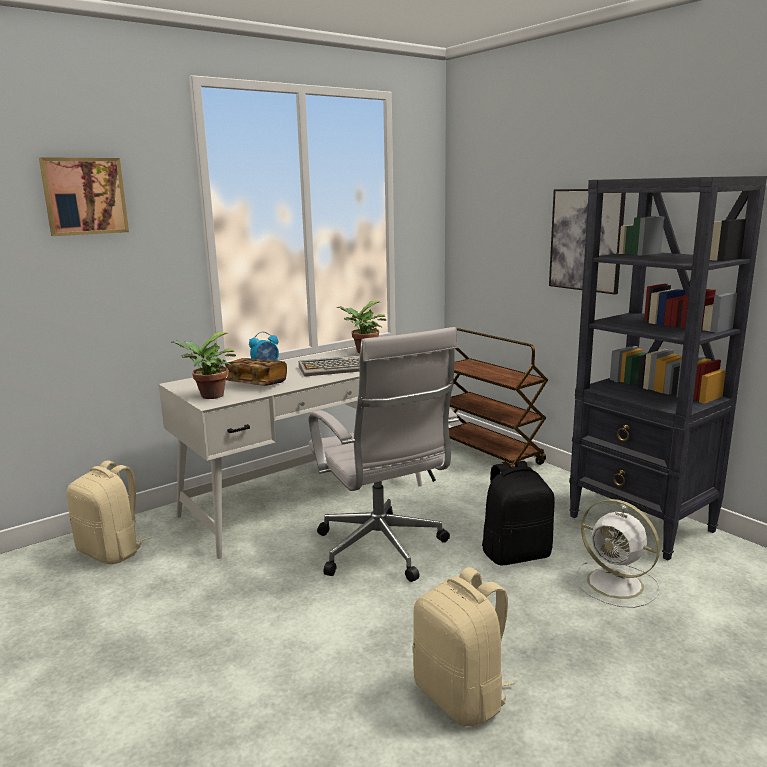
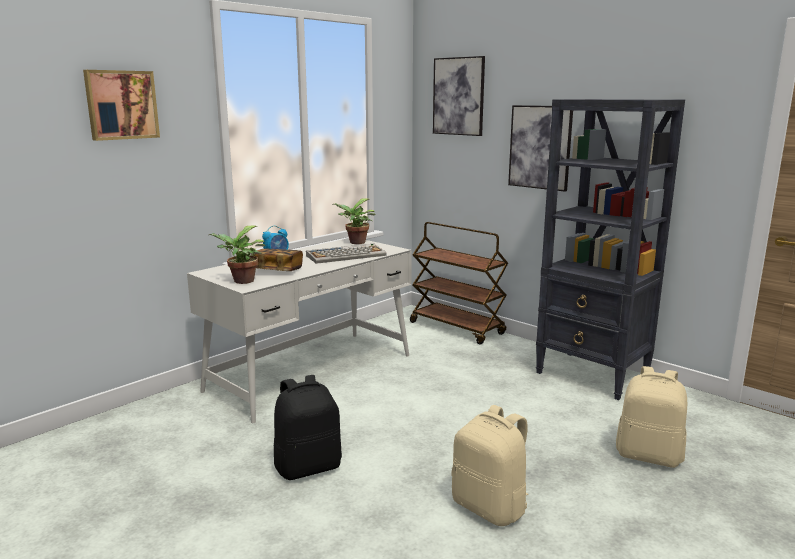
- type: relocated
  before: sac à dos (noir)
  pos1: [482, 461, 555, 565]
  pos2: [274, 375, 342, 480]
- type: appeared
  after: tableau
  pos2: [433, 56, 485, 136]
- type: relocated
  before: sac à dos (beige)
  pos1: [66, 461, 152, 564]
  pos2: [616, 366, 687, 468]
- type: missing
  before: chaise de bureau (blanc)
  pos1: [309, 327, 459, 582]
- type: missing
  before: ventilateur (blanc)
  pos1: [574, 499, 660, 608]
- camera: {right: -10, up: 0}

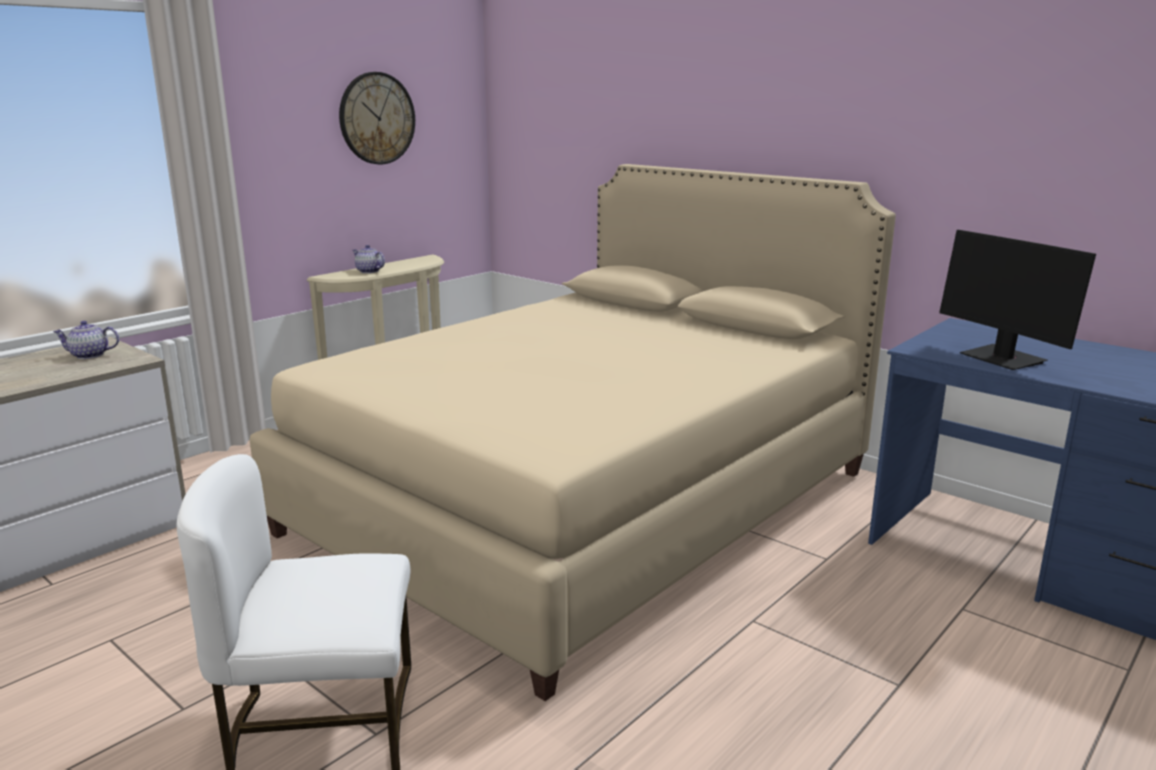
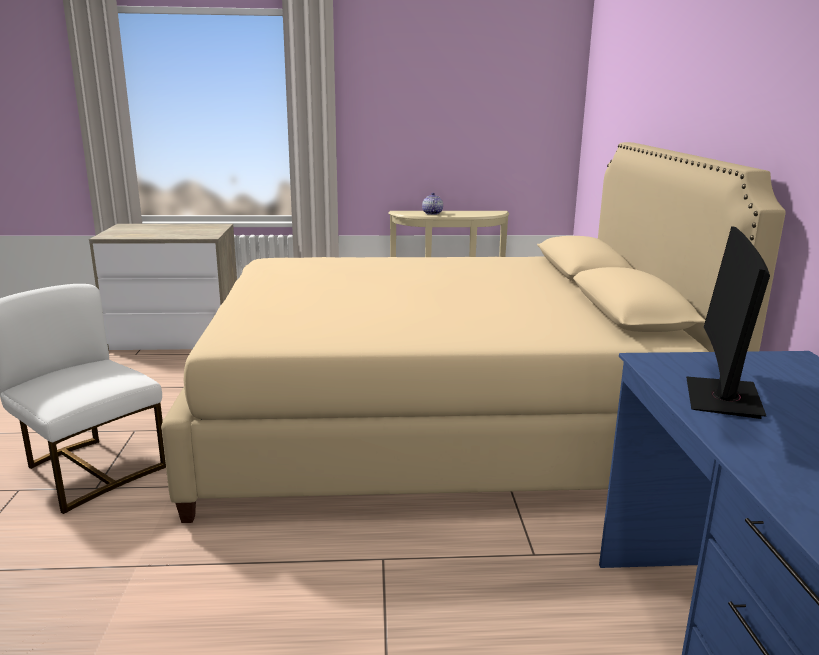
- type: missing
  before: théière
  pos1: [53, 321, 119, 359]
- type: missing
  before: horloge murale
  pos1: [339, 72, 415, 164]
- camera: {right: 45, up: 0}

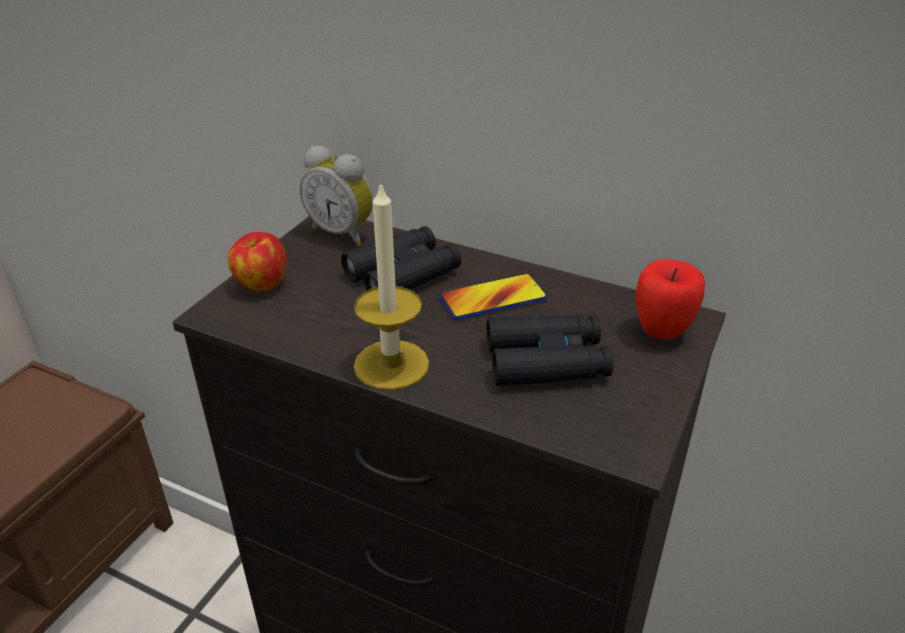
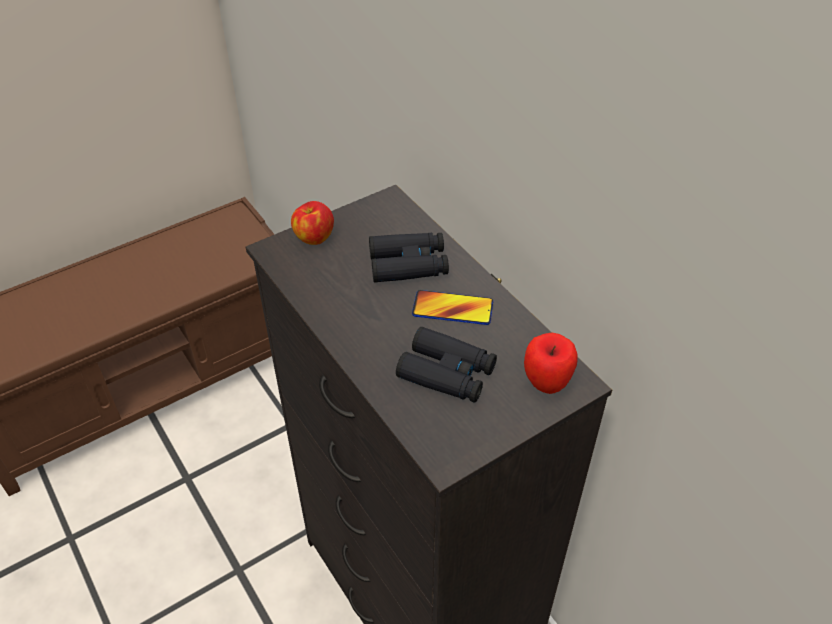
- type: missing
  before: réveil
  pos1: [300, 145, 373, 246]
- type: missing
  before: bougie
  pos1: [353, 181, 429, 390]
- camera: {right: 30, up: 10}

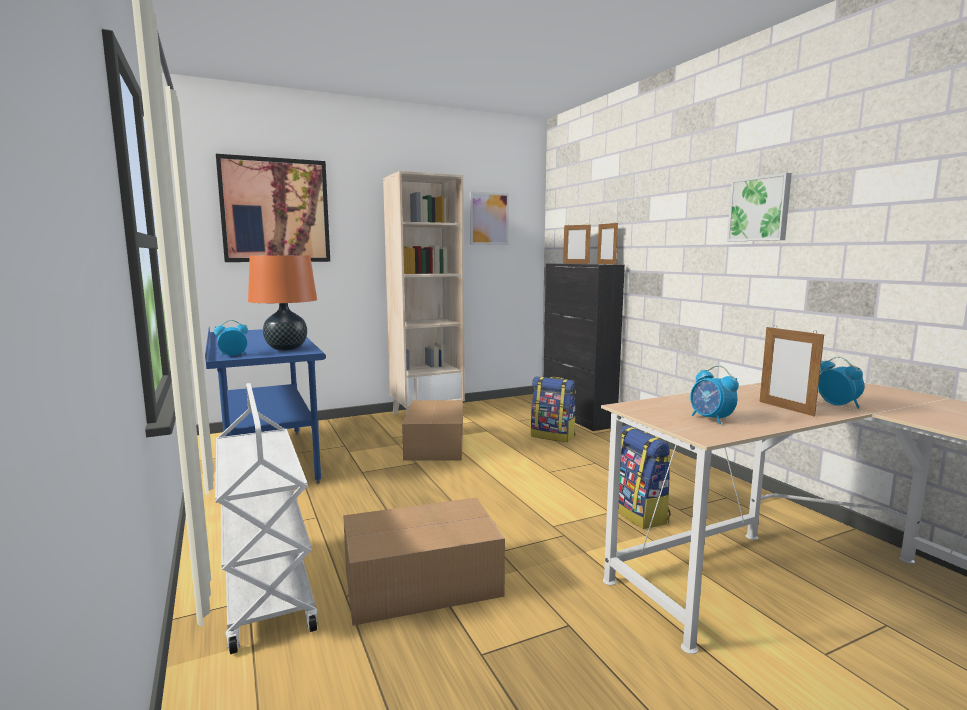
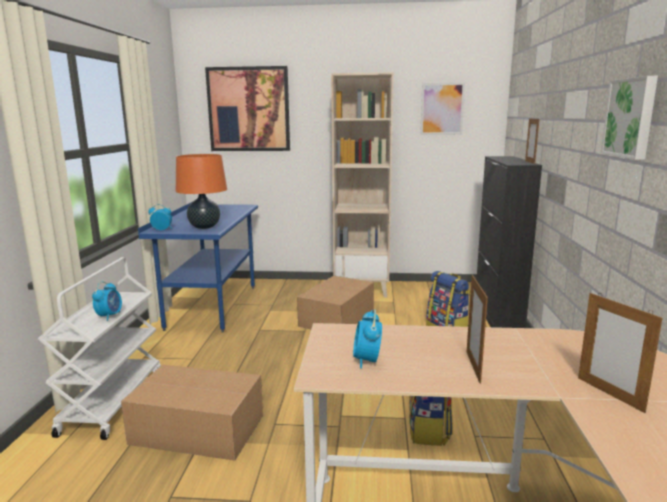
- type: relocated
  before: réveil
  pos1: [818, 357, 865, 408]
  pos2: [92, 281, 122, 321]
- type: relocated
  before: cadre photo
  pos1: [563, 223, 591, 264]
  pos2: [578, 293, 662, 413]
- camera: {right: 30, up: 5}

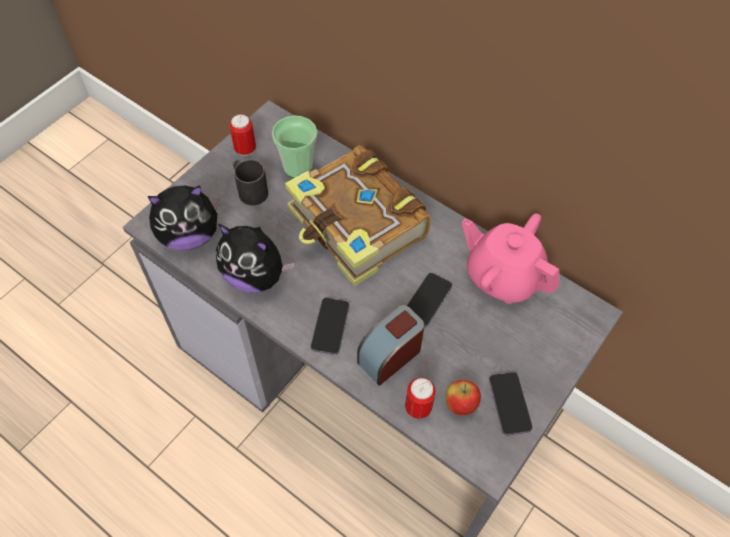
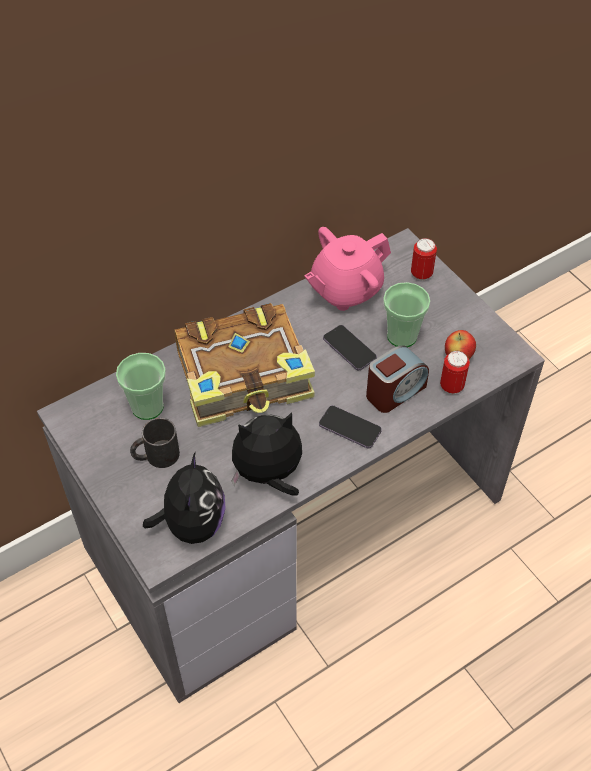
- type: spun
  before: peluche
  pos1: [216, 224, 295, 292]
  pos2: [231, 412, 302, 496]
  turn: -150
- type: spun
  before: réveil
  pos1: [357, 305, 425, 386]
  pos2: [366, 345, 429, 413]
  turn: -105
- type: appeared
  after: tasse
  pos2: [383, 282, 430, 347]
- type: relocated
  before: boîte métallique
  pos1: [229, 114, 256, 156]
  pos2: [411, 238, 437, 281]
- type: missing
  before: téléphone
  pos1: [489, 372, 533, 435]
- camera: {right: -70, up: -5}

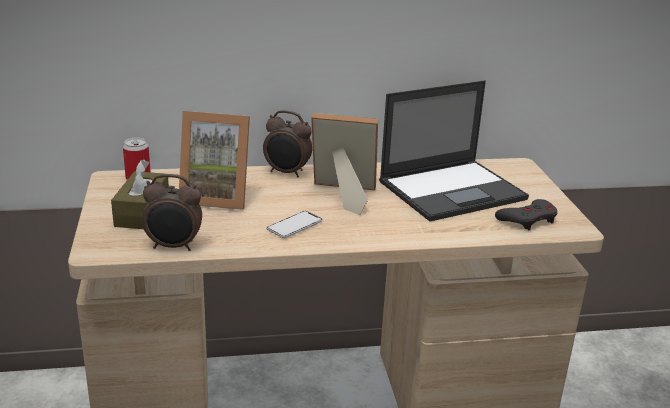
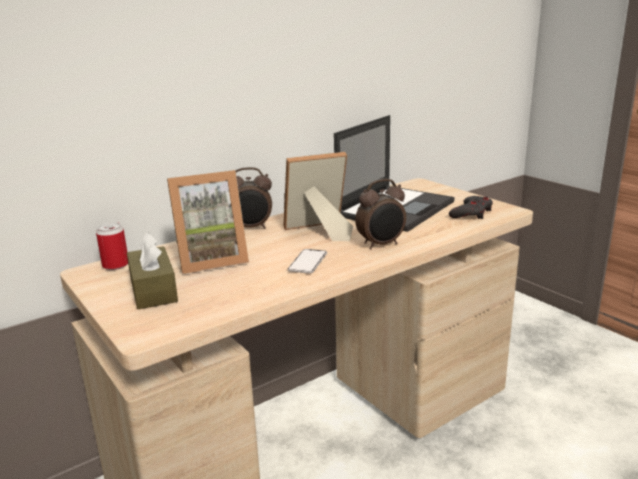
- type: relocated
  before: réveil
  pos1: [142, 174, 202, 251]
  pos2: [355, 179, 406, 249]
- camera: {right: -25, up: -5}

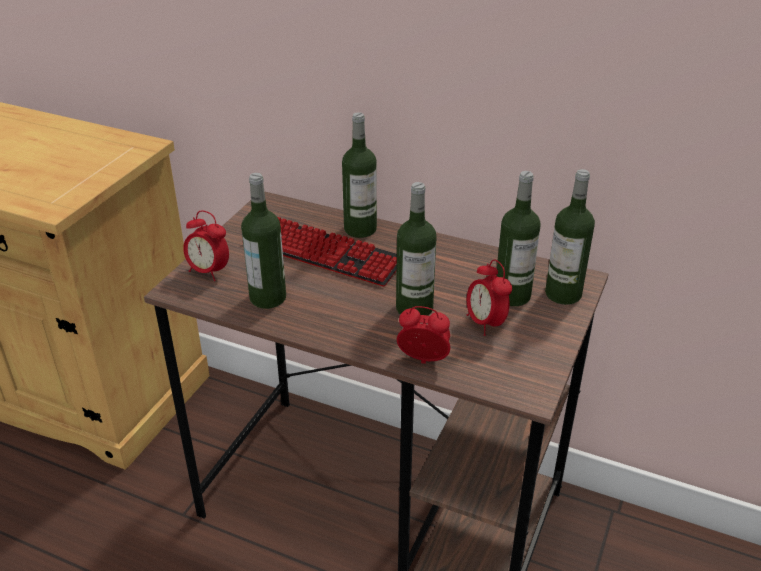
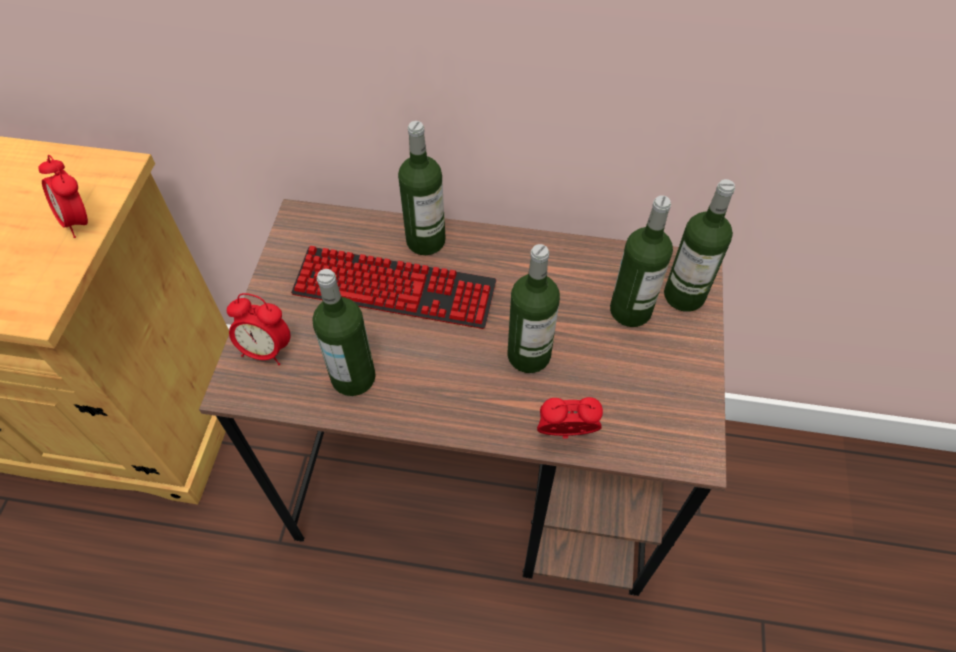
- type: relocated
  before: réveil
  pos1: [467, 259, 512, 336]
  pos2: [38, 155, 88, 238]
- camera: {right: -15, up: 20}

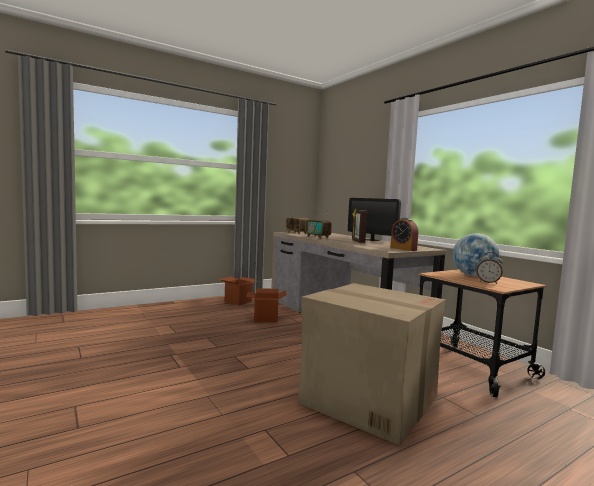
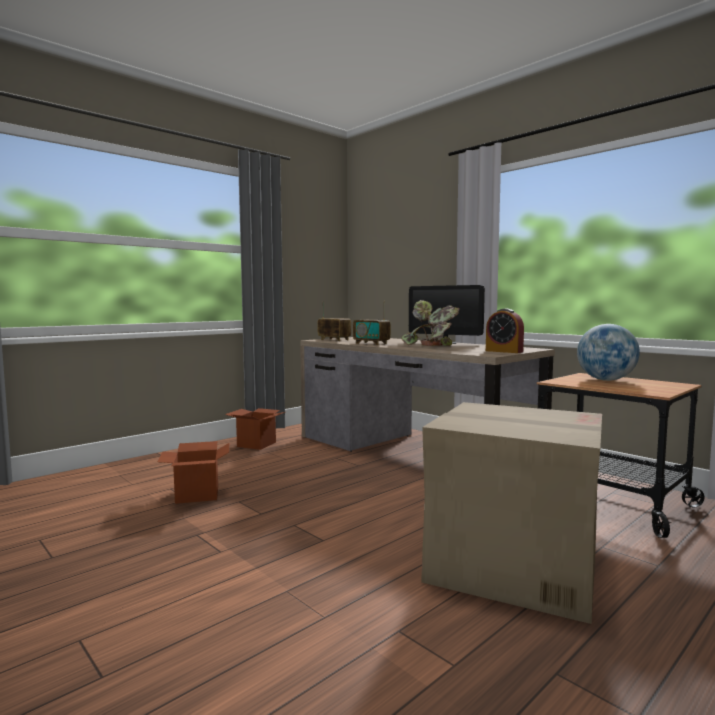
- type: relocated
  before: carton
  pos1: [246, 288, 286, 323]
  pos2: [158, 441, 230, 504]
- type: exchanged
  before: cadre photo
  after: plante en pot
  pos1: [352, 209, 367, 243]
  pos2: [401, 300, 459, 346]
- type: missing
  before: réveil
  pos1: [477, 252, 503, 284]
- camera: {right: -10, up: 0}

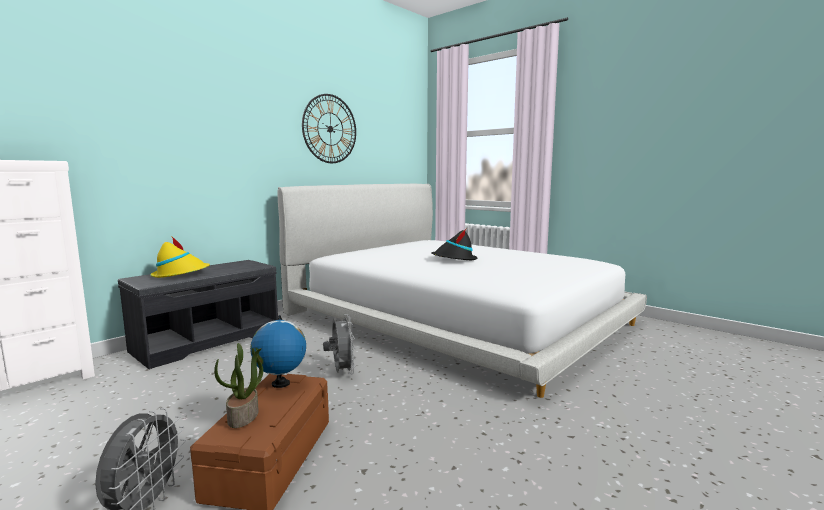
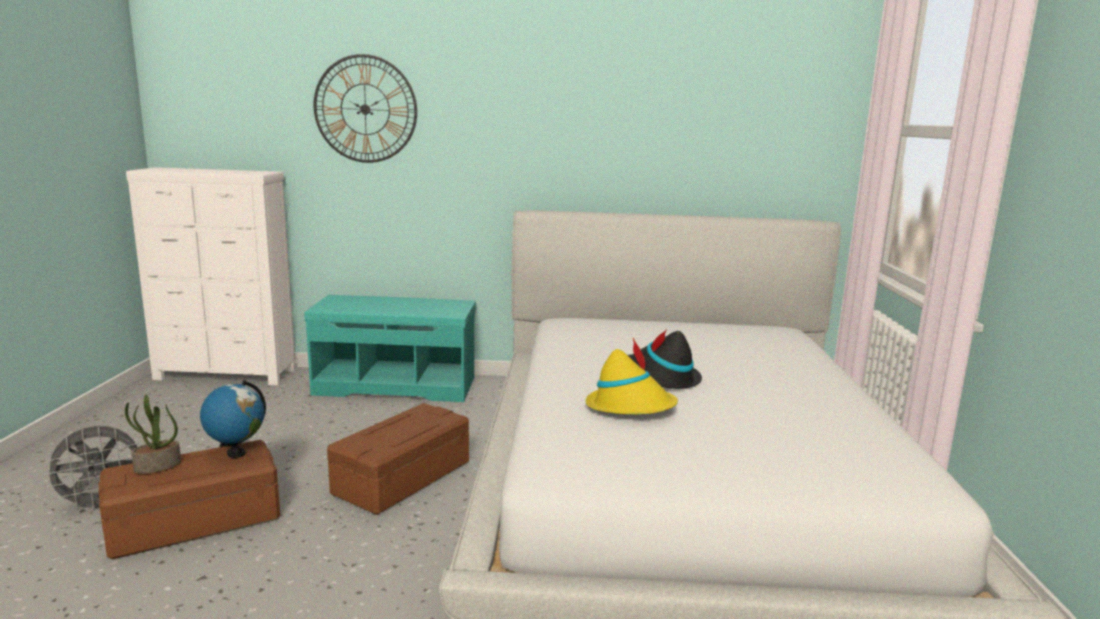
- type: colour
  before: banc (gris)
  after: banc (turquoise)
  pos1: [118, 260, 278, 369]
  pos2: [305, 295, 476, 402]
- type: relocated
  before: horloge murale
  pos1: [302, 94, 356, 163]
  pos2: [314, 54, 417, 163]
- type: exchanged
  before: ventilateur (gris)
  after: boîte de rangement (marron)
  pos1: [323, 314, 356, 375]
  pos2: [327, 403, 469, 515]
- type: relocated
  before: chapeau (jaune)
  pos1: [150, 237, 210, 278]
  pos2: [585, 338, 678, 414]
- camera: {right: 50, up: 5}

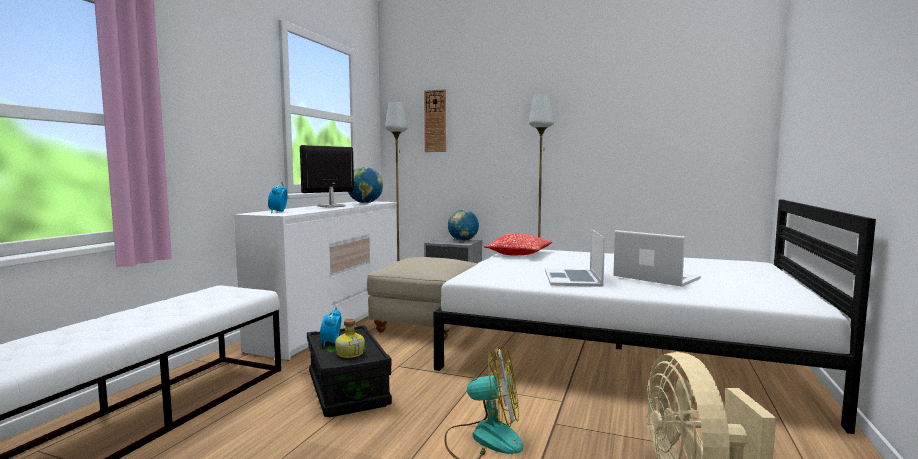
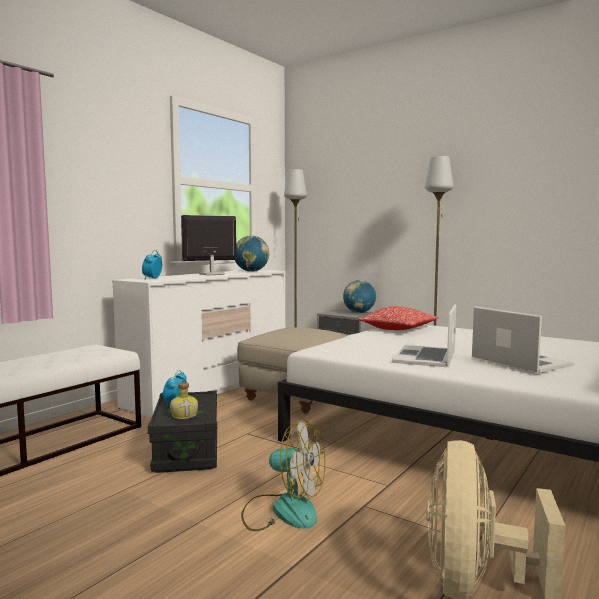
- type: missing
  before: horloge murale
  pos1: [424, 89, 446, 152]
- camera: {right: 15, up: 0}

